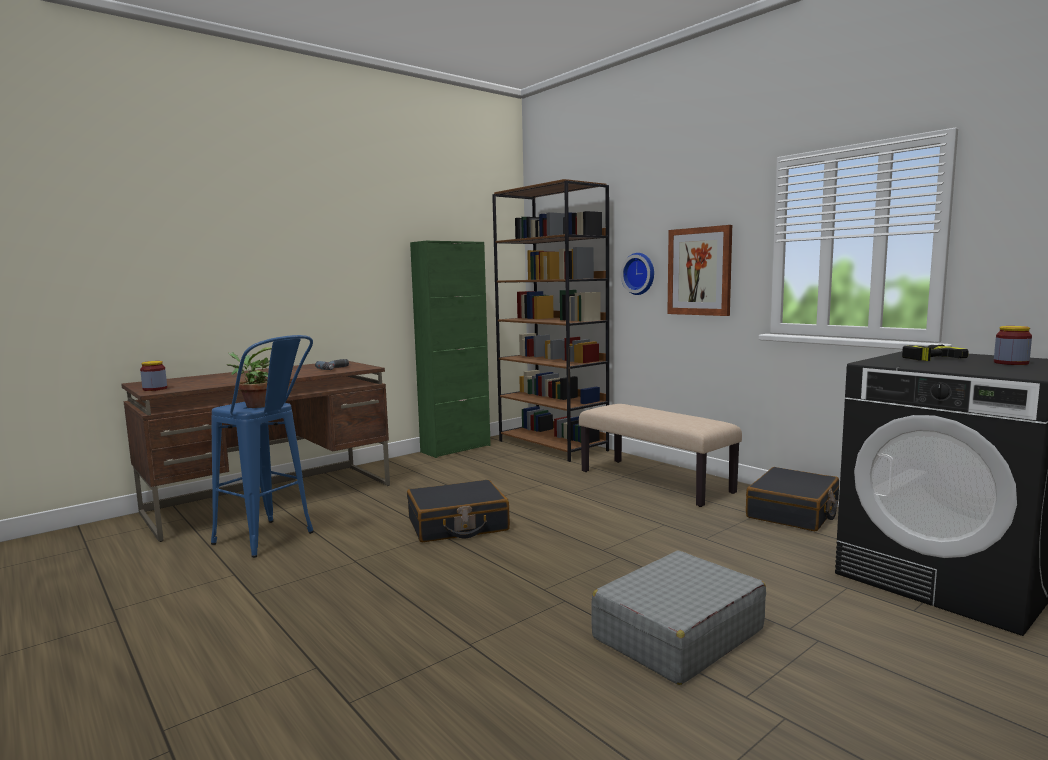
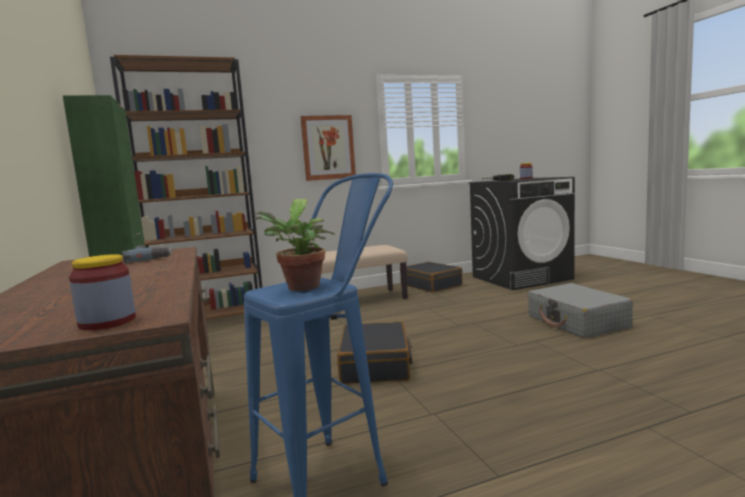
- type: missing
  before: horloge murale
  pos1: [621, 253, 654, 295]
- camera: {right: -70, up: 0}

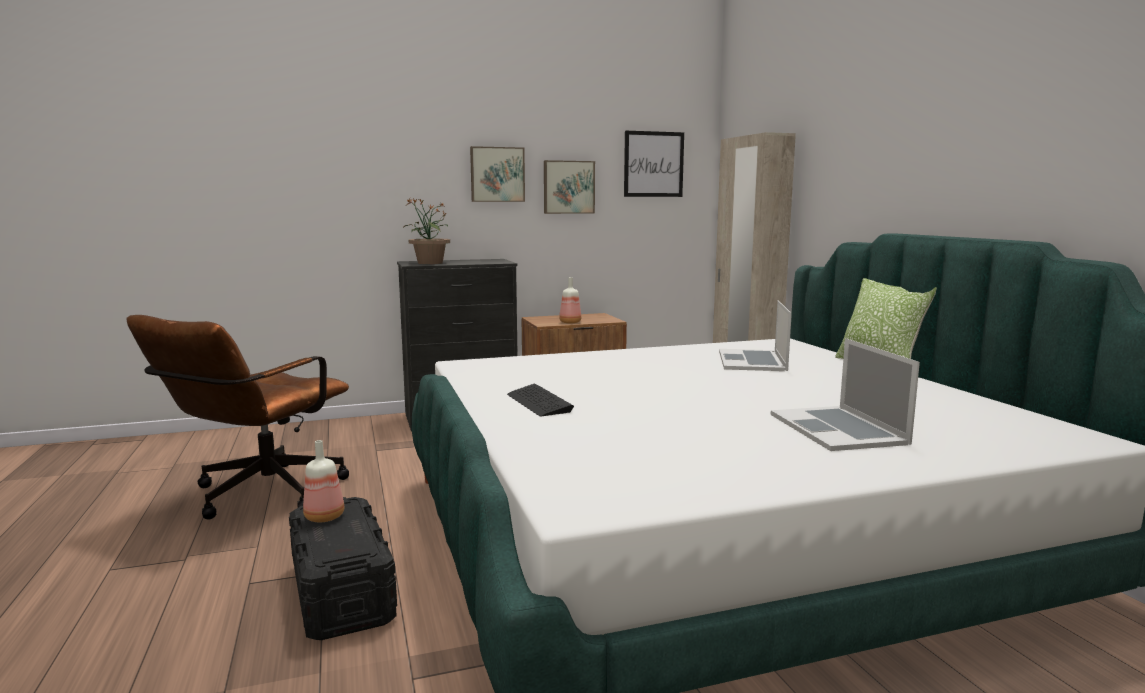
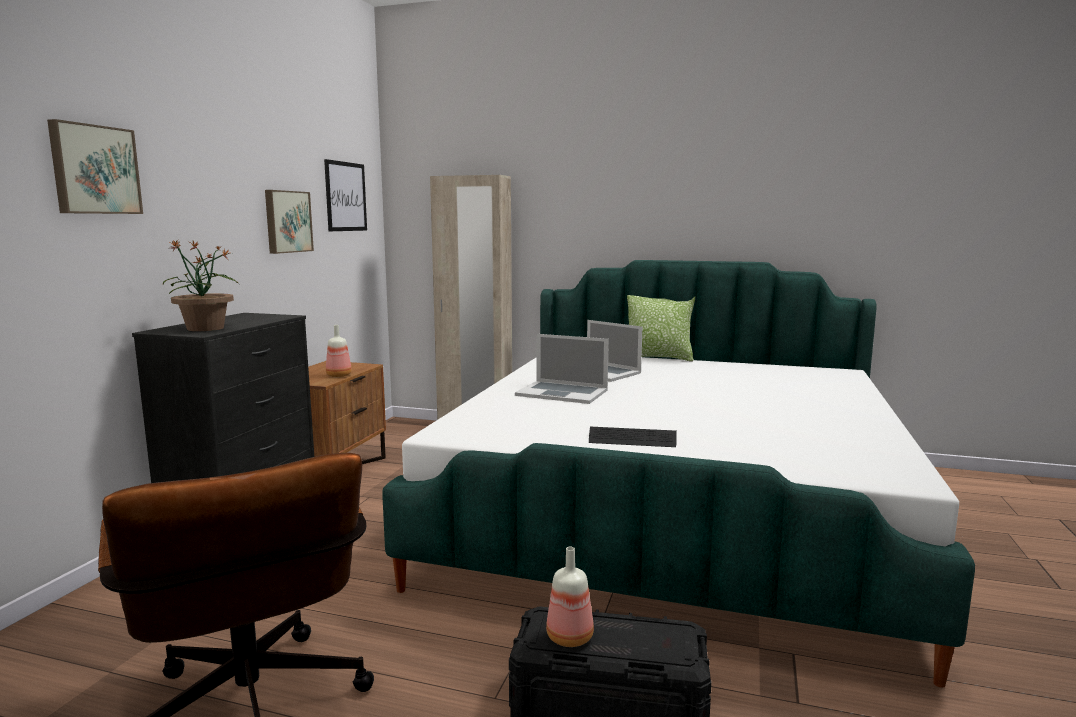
- type: relocated
  before: tableau
  pos1: [470, 146, 525, 202]
  pos2: [47, 119, 143, 214]
- type: relocated
  before: ordinateur portable
  pos1: [771, 338, 920, 451]
  pos2: [515, 334, 609, 404]
- camera: {right: -55, up: 0}

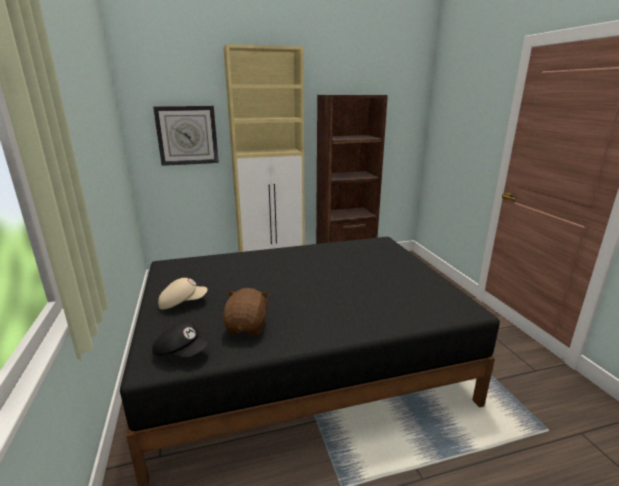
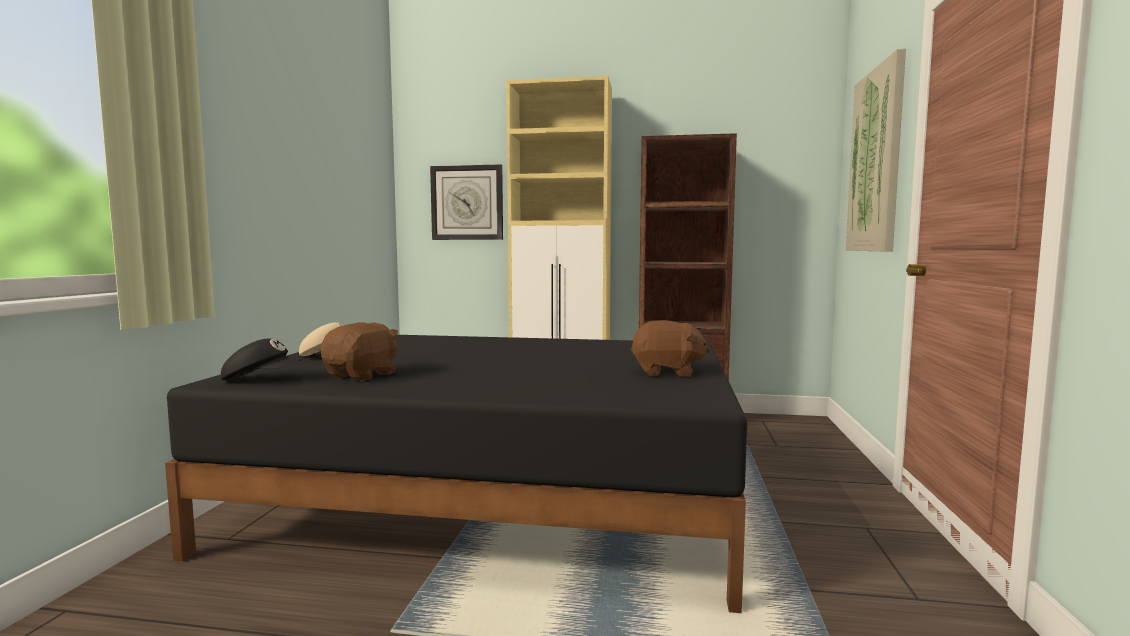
- type: spun
  before: casquette (noir)
  pos1: [152, 322, 209, 358]
  pos2: [221, 339, 303, 381]
  turn: -45
- type: appeared
  after: peluche (marron)
  pos2: [631, 320, 710, 377]
- type: appeared
  after: tableau
  pos2: [846, 49, 906, 251]
- camera: {right: 25, up: -15}

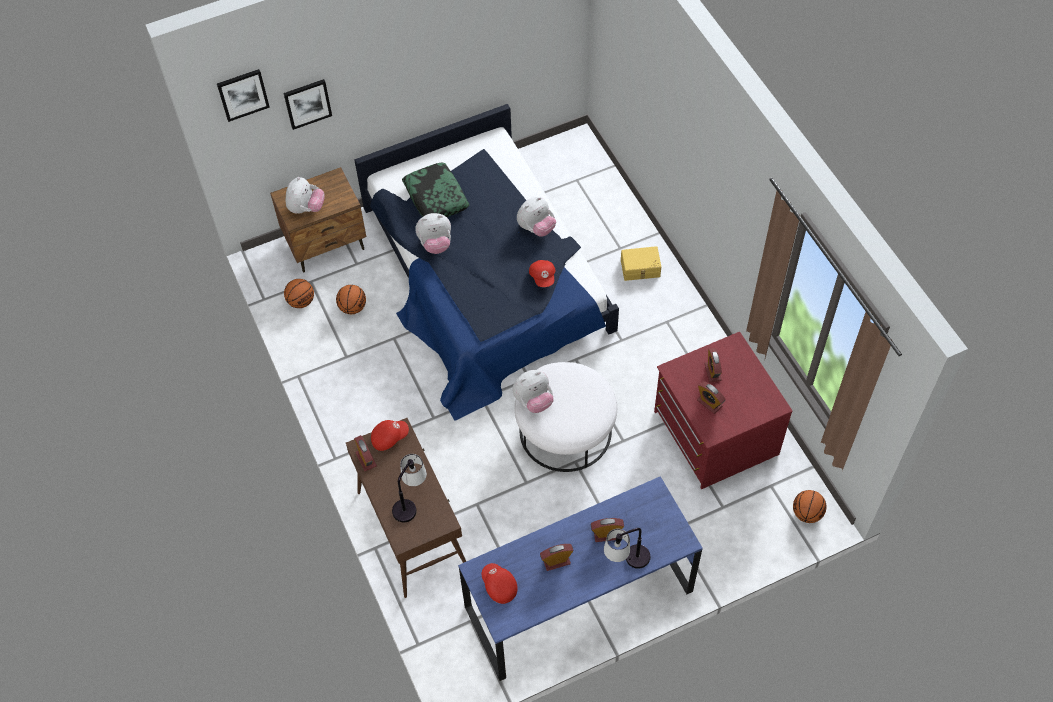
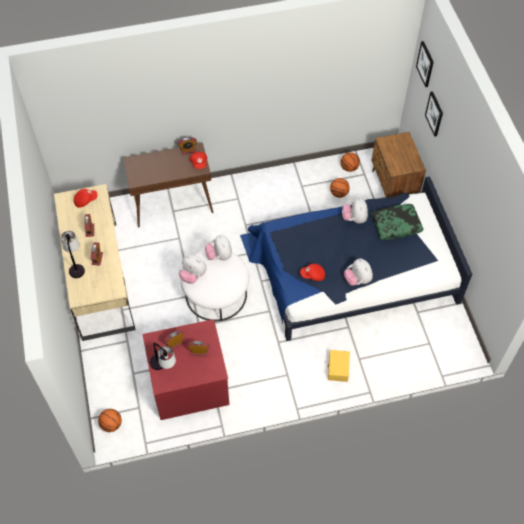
- type: colour
  before: bureau (bleu)
  after: bureau (beige)
  pos1: [458, 476, 703, 681]
  pos2: [54, 184, 135, 341]
- type: relocated
  before: lampe de table
  pos1: [392, 454, 427, 522]
  pos2: [150, 342, 176, 370]
- type: relocated
  before: peluche
  pos1: [286, 177, 325, 214]
  pos2: [179, 255, 206, 284]
- camera: {right: 100, up: 0}

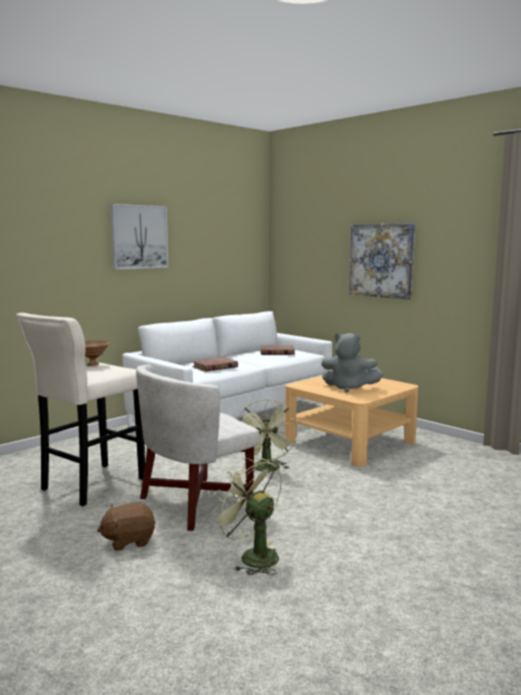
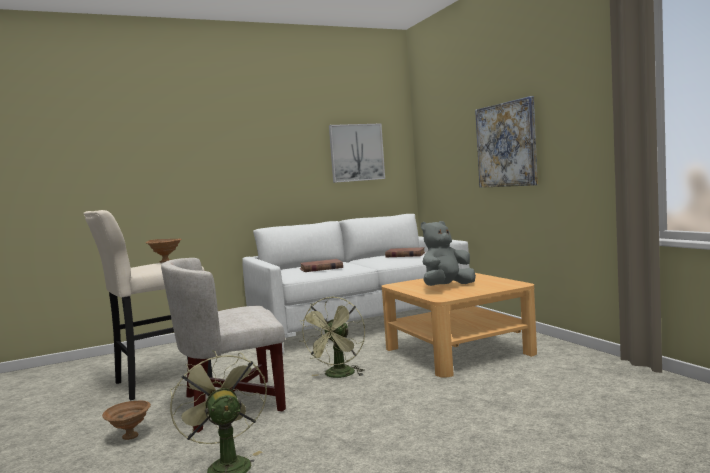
- type: exchanged
  before: peluche (marron)
  after: bol (marron)
  pos1: [97, 502, 156, 551]
  pos2: [102, 400, 151, 440]
- type: relocated
  before: tableau
  pos1: [111, 204, 168, 270]
  pos2: [329, 124, 385, 183]
- type: spun
  before: peluche (gris)
  pos1: [321, 333, 383, 392]
  pos2: [421, 221, 476, 286]
  turn: 105
- camera: {right: 20, up: -5}

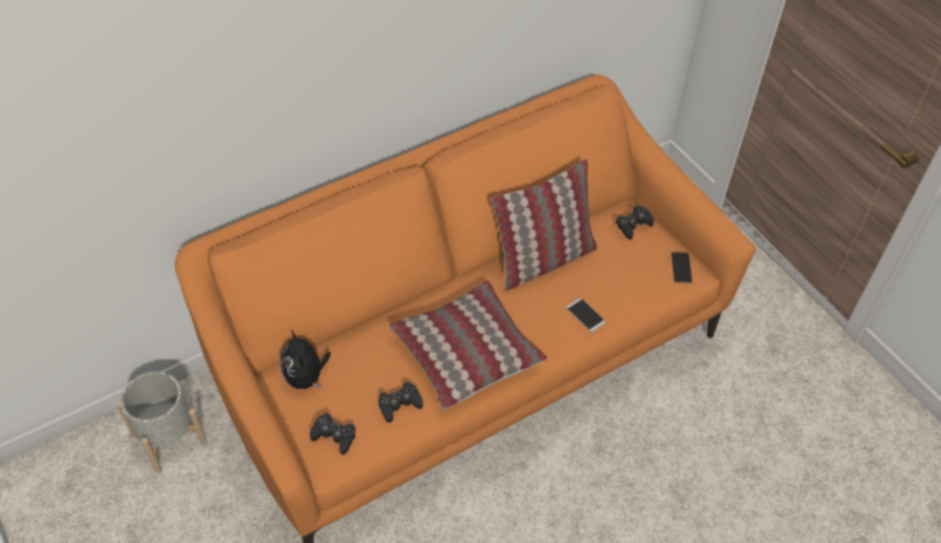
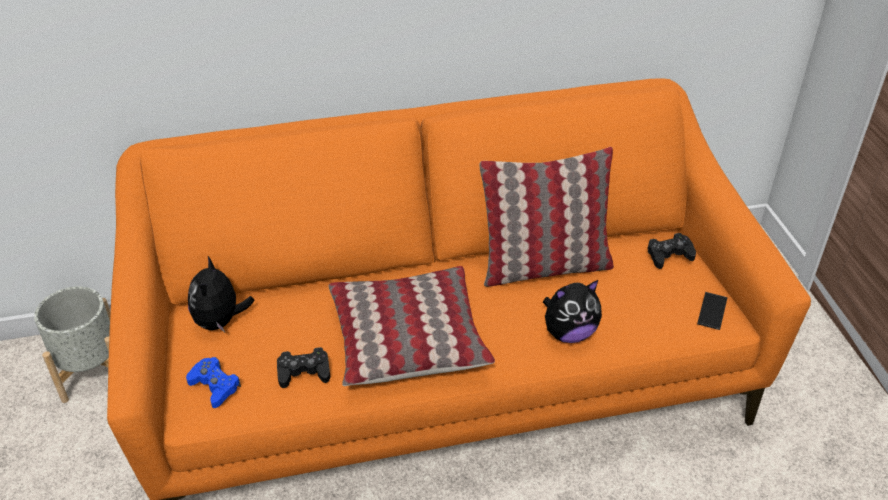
- type: colour
  before: manette (noir)
  after: manette (bleu)
  pos1: [310, 413, 356, 455]
  pos2: [186, 357, 241, 408]
- type: exchanged
  before: téléphone
  after: peluche
  pos1: [566, 298, 605, 332]
  pos2: [543, 280, 602, 343]
- camera: {right: 20, up: -10}

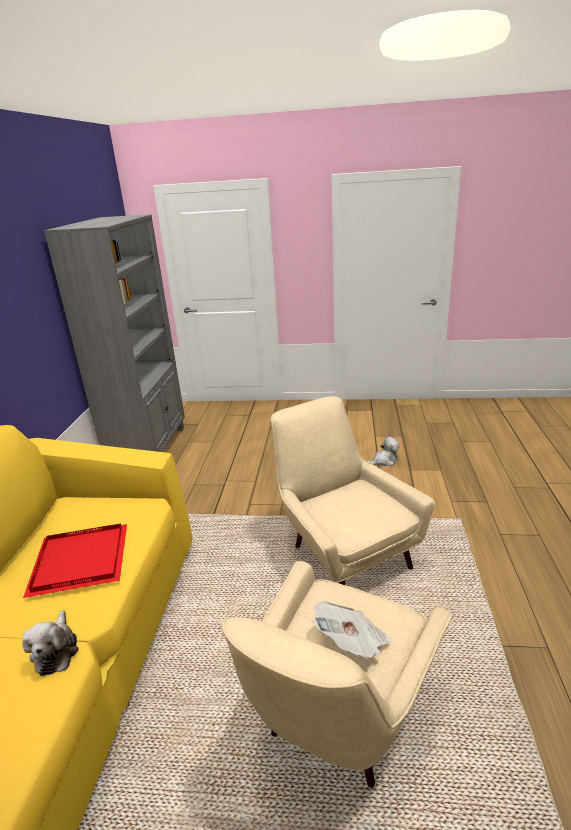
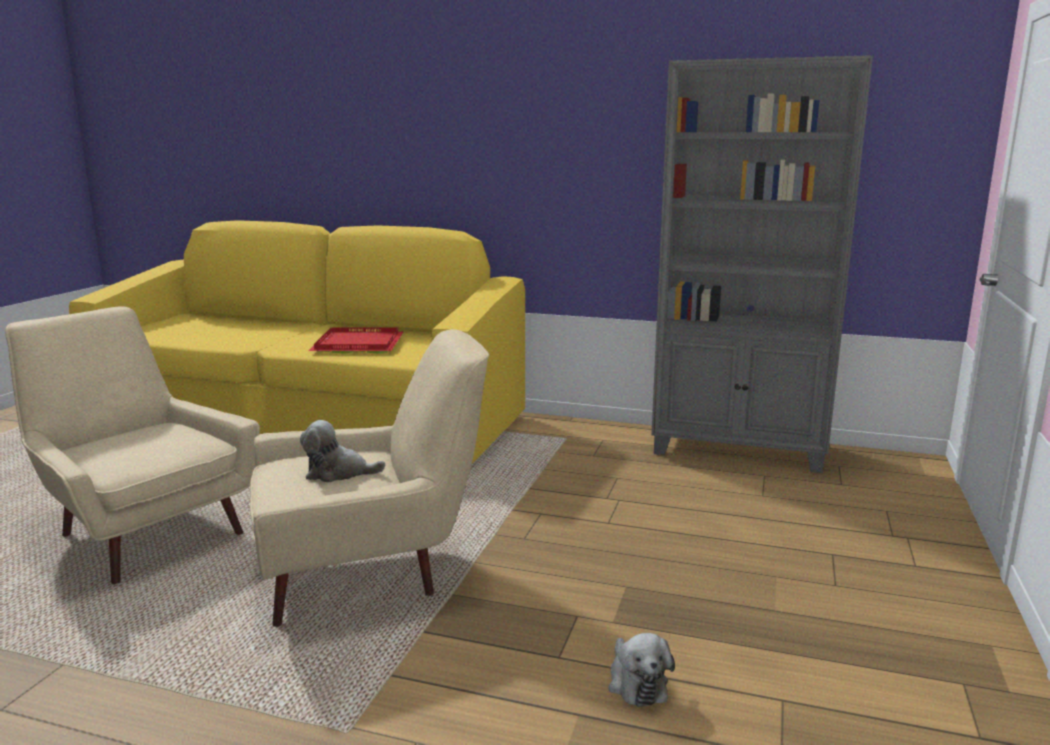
- type: relocated
  before: peluche
  pos1: [22, 610, 79, 676]
  pos2: [300, 420, 385, 483]
- type: missing
  before: journal
  pos1: [312, 601, 392, 659]
- camera: {right: 100, up: -10}

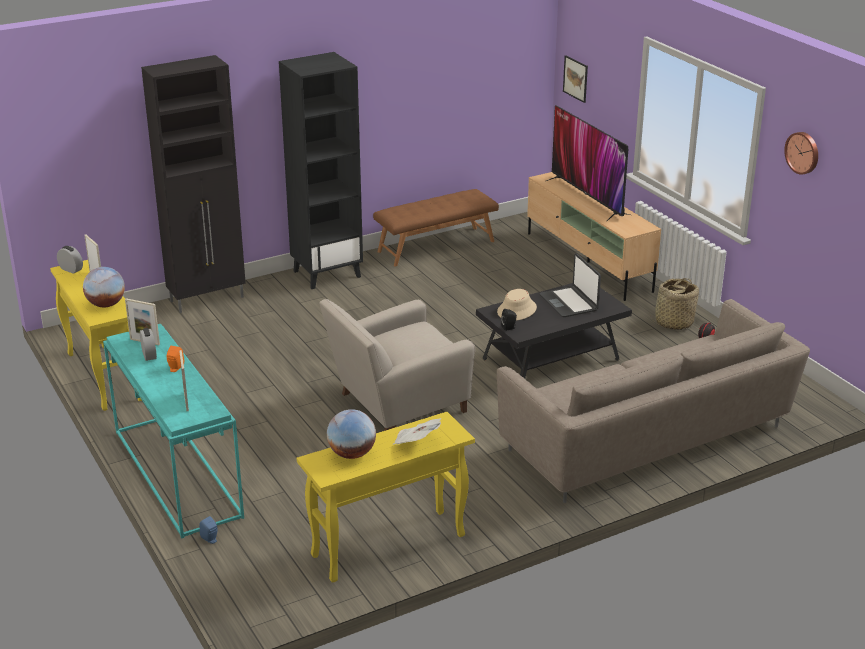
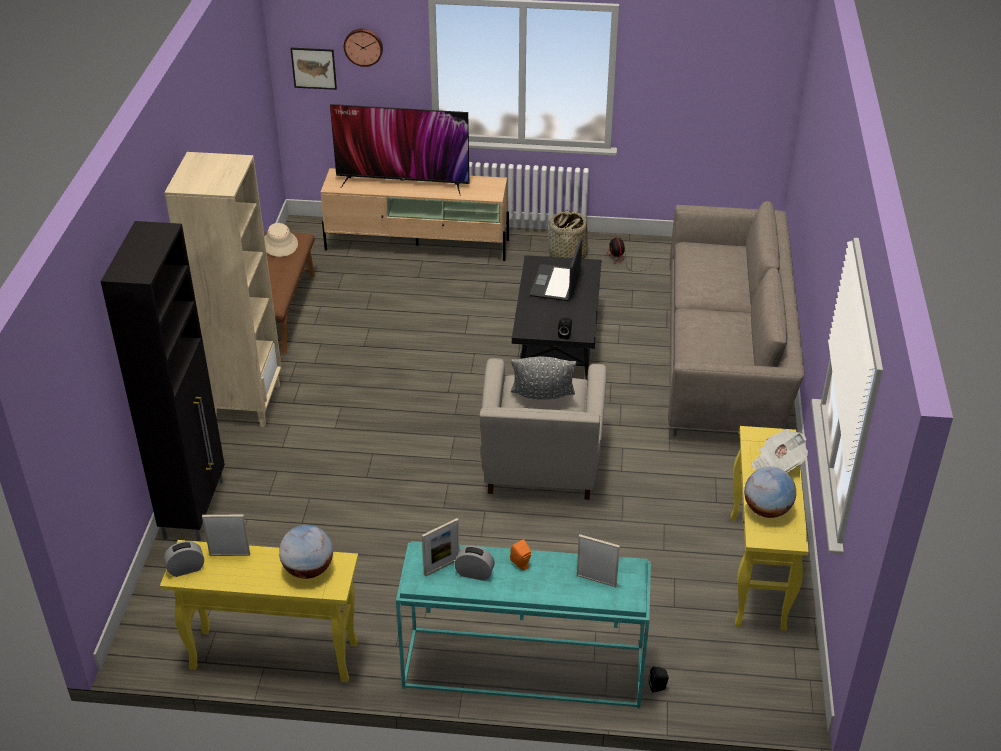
- type: colour
  before: bibliothèque (noir)
  after: bibliothèque (beige)
  pos1: [279, 52, 363, 289]
  pos2: [164, 152, 282, 427]
- type: relocated
  before: chapeau (beige)
  pos1: [497, 289, 537, 320]
  pos2: [264, 223, 298, 257]
- type: relocated
  before: horloge murale
  pos1: [784, 132, 818, 175]
  pos2: [344, 29, 383, 67]
- type: appeared
  after: coussin (gris)
  pos2: [511, 356, 576, 400]
- type: spun
  before: ordinateur portable
  pos1: [540, 253, 601, 317]
  pos2: [530, 237, 582, 301]
  turn: 90
- type: colour
  before: enceinte (bleu)
  after: enceinte (noir)
  pos1: [199, 516, 217, 544]
  pos2: [649, 667, 669, 693]
- camera: {right: -55, up: 10}

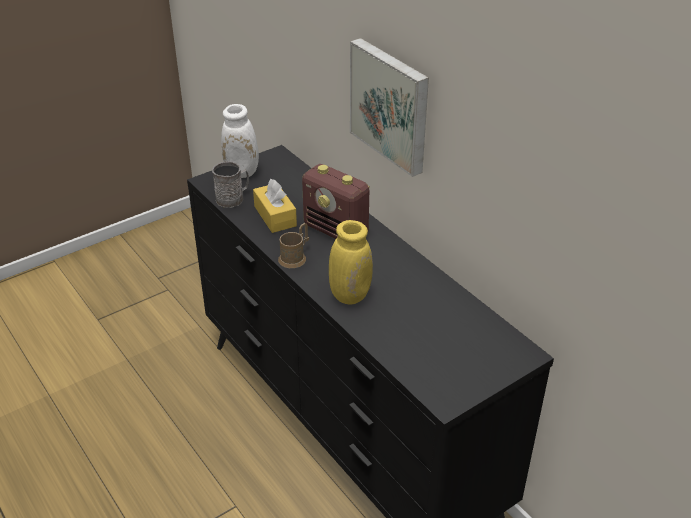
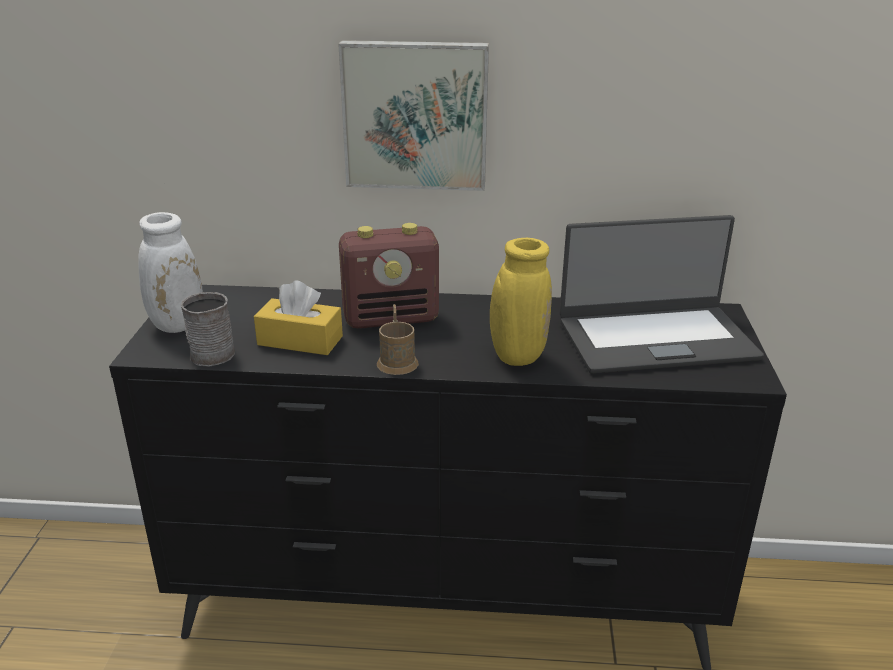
- type: appeared
  after: ordinateur portable
  pos2: [560, 215, 764, 374]
- camera: {right: -50, up: -10}

